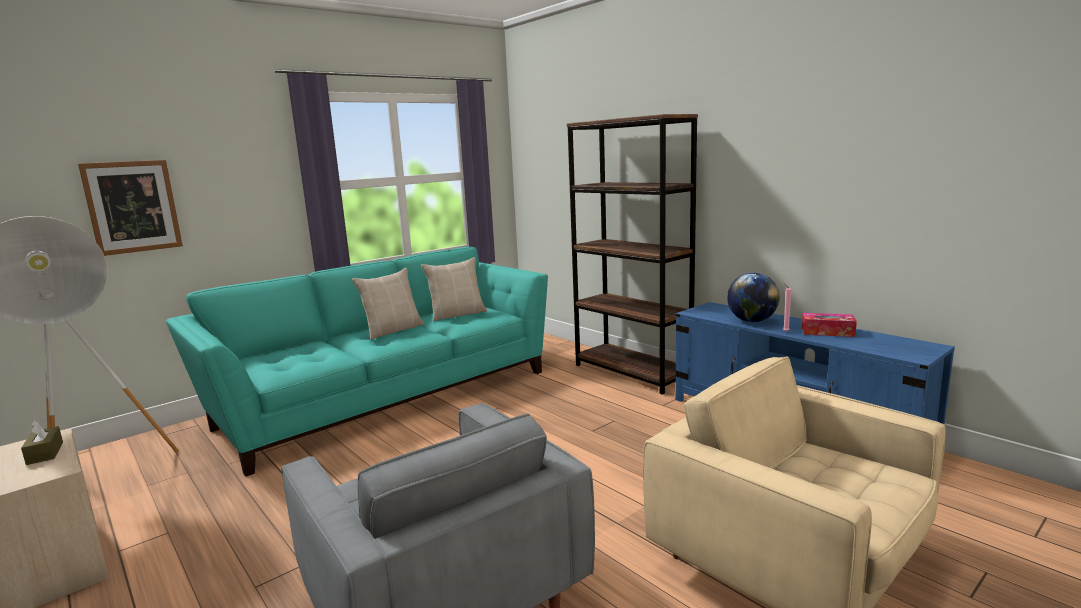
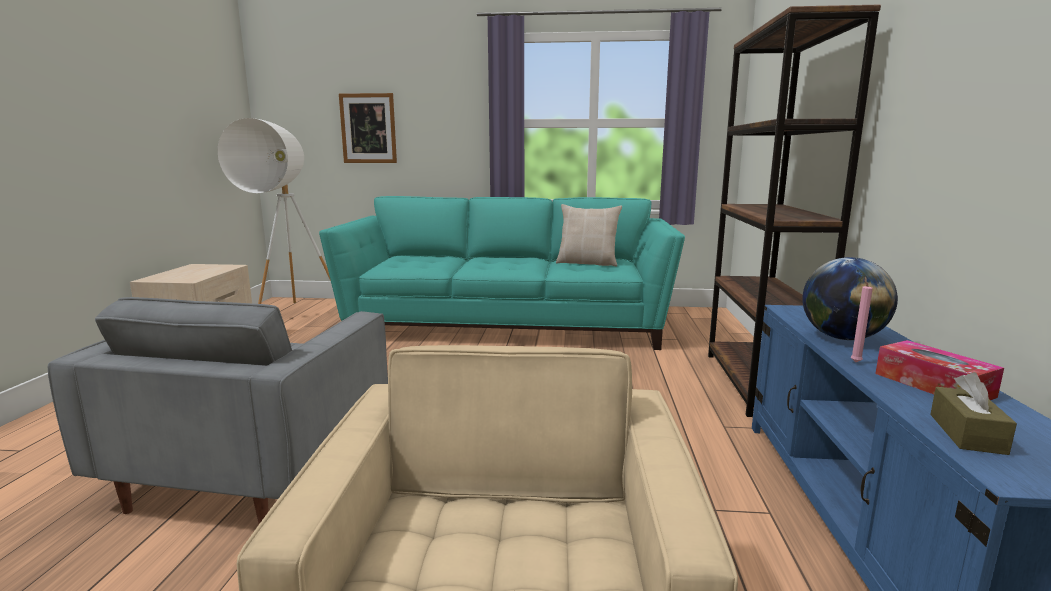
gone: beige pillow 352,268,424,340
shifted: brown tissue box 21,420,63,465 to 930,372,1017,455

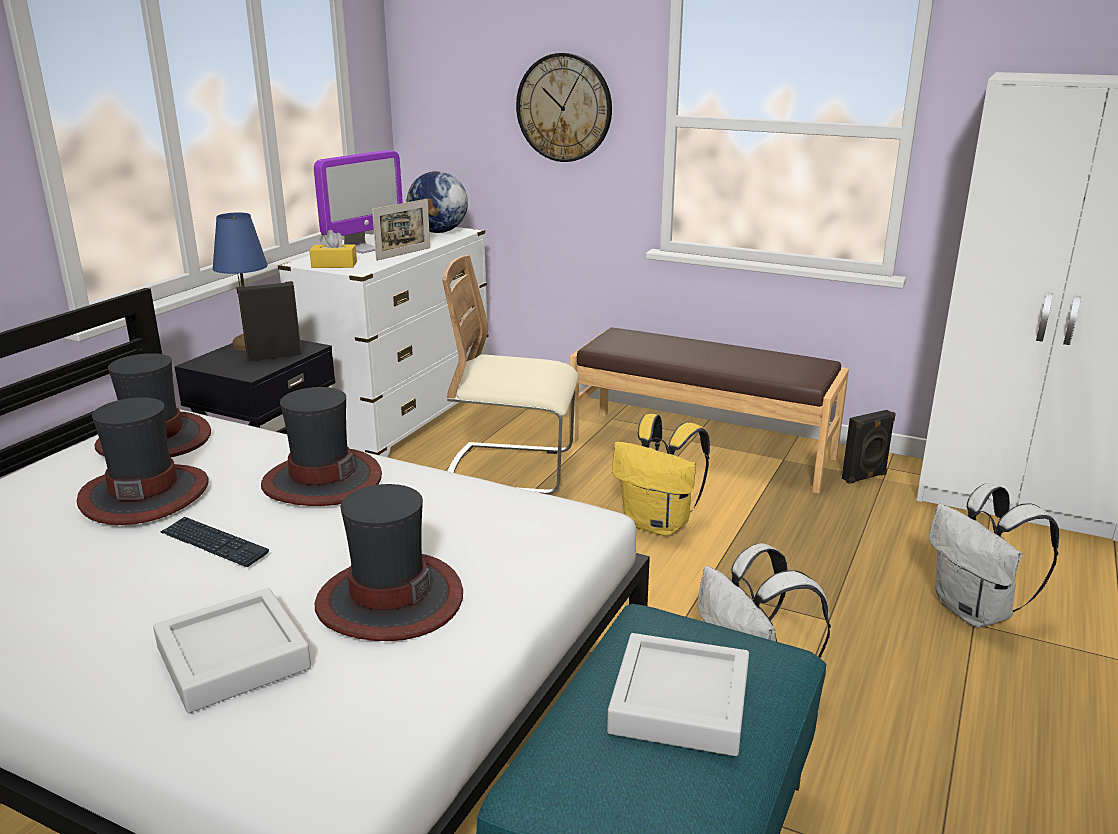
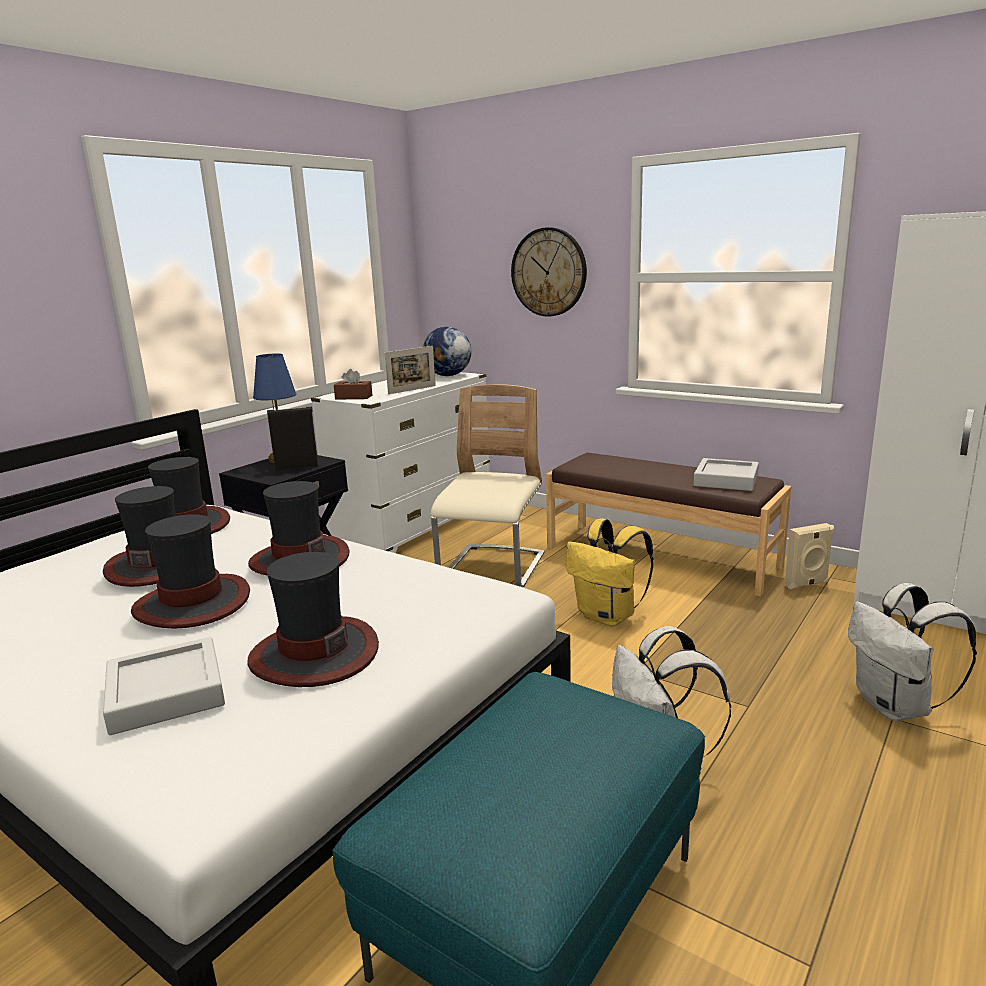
gone: monitor 314,150,403,254
shifted: grey tray 607,633,749,756 to 694,458,759,491
swapped: keyboard 161,517,269,567 to hat 131,514,250,629
repainted: yellow tissue box 309,230,357,268 to brown tissue box 334,369,372,400; black speaker 842,410,896,484 to beige speaker 784,523,834,589
rotated: beige chair 442,255,579,495 = 431,384,545,587 90 degrees clockwise

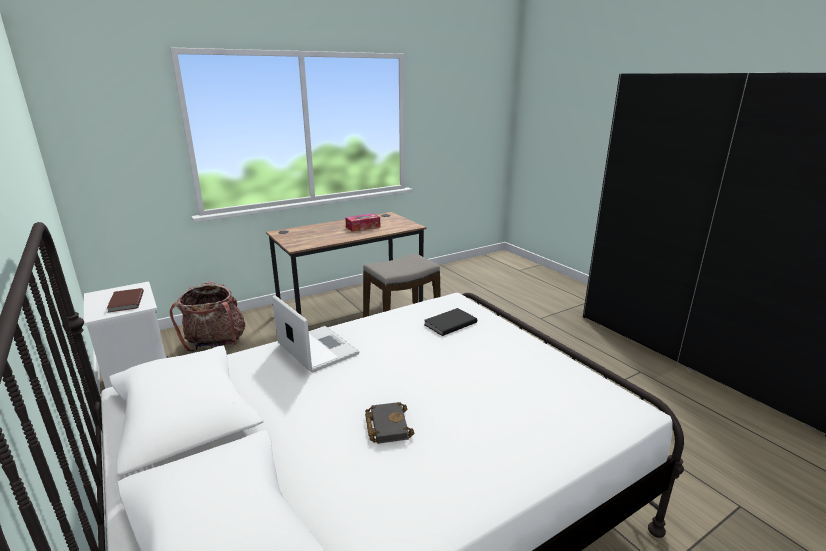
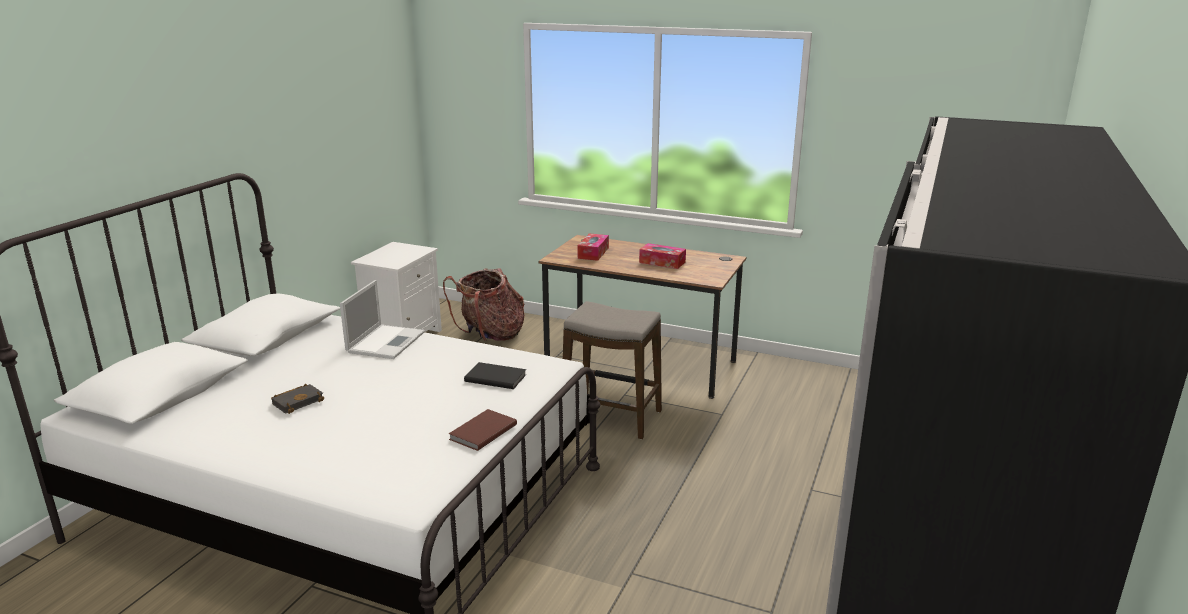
new: tissue box 578,233,609,261
shifted: brown book 107,288,144,313 to 449,409,517,451

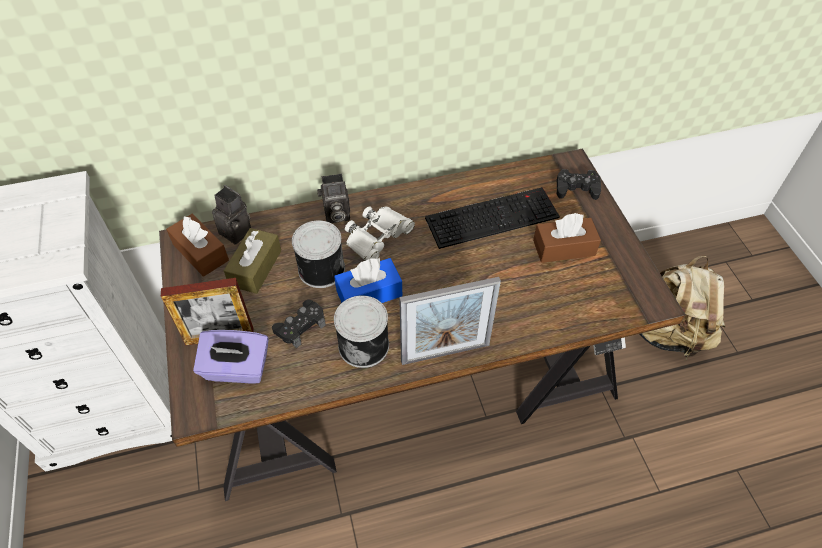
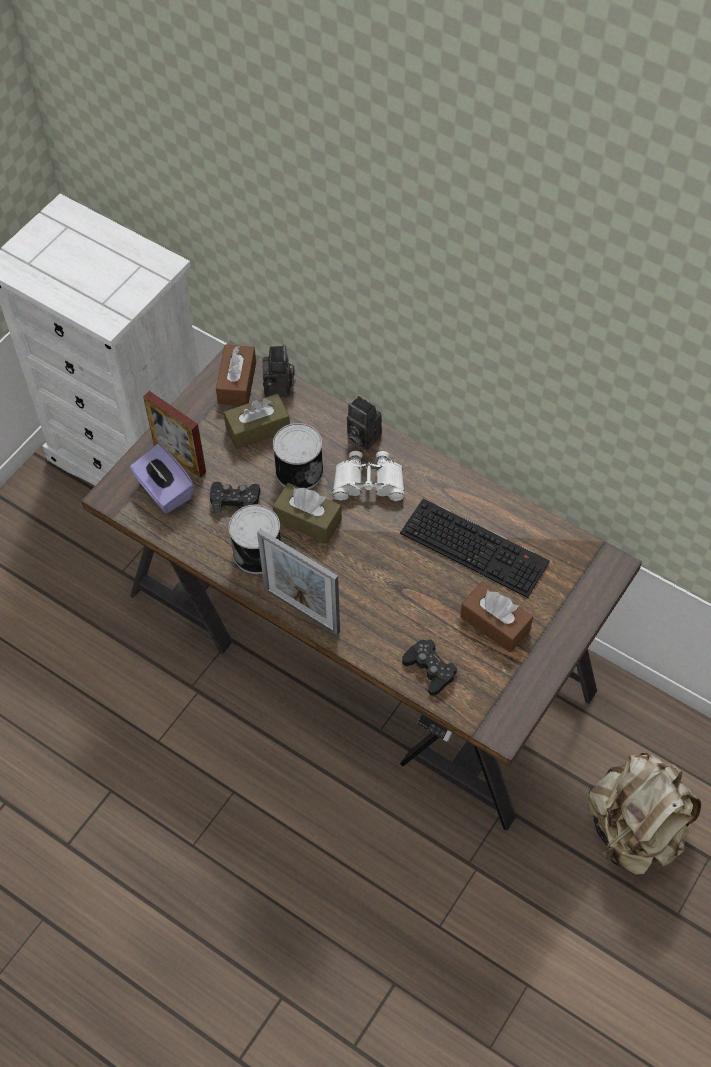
shifted: black game controller 556,169,601,200 to 402,639,457,696
repainted: blue tissue box 334,257,402,303 to brown tissue box 272,483,342,543

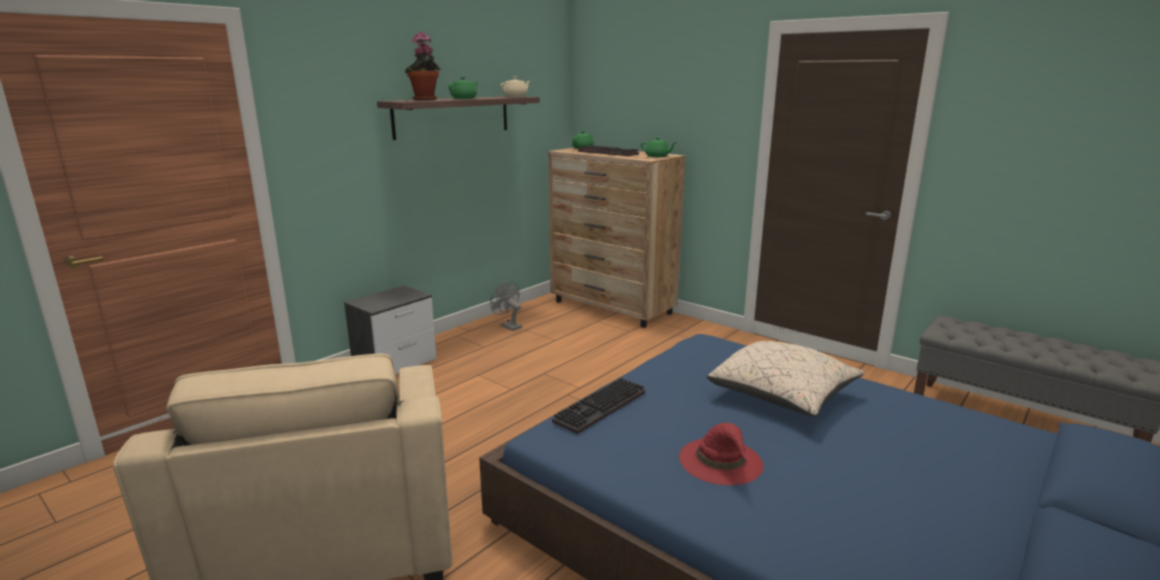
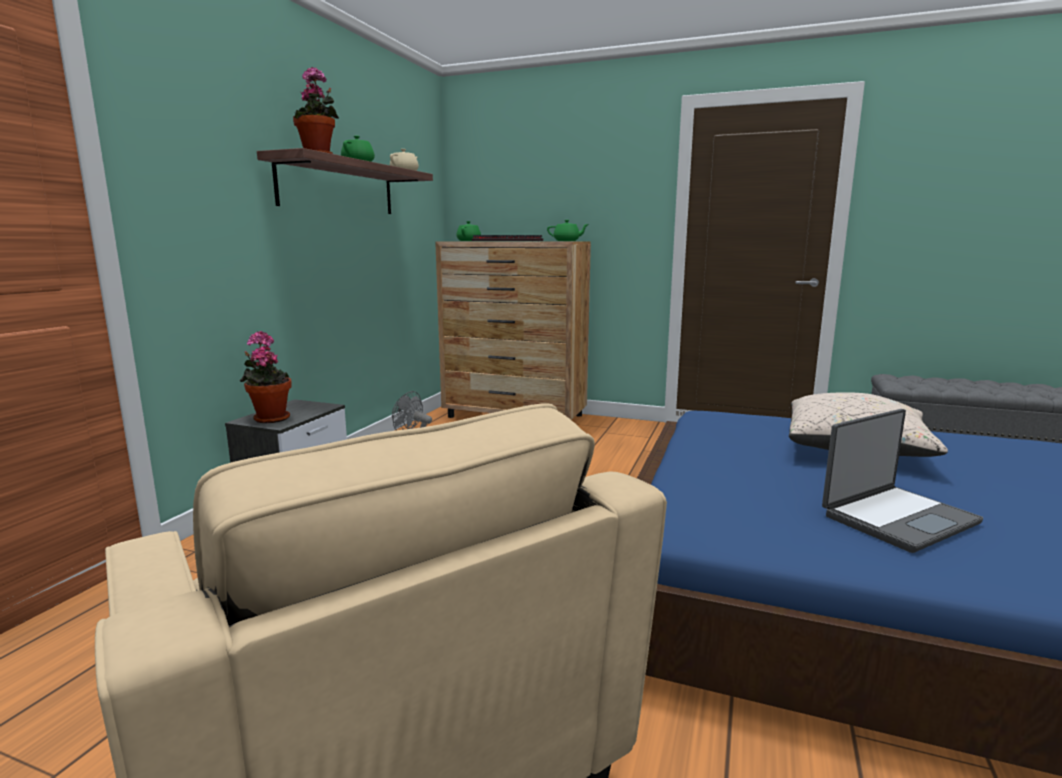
gone: keyboard 552,378,645,434
new: potted plant 240,331,292,423
swapped: red hat 679,423,763,485 to laptop 822,409,983,553

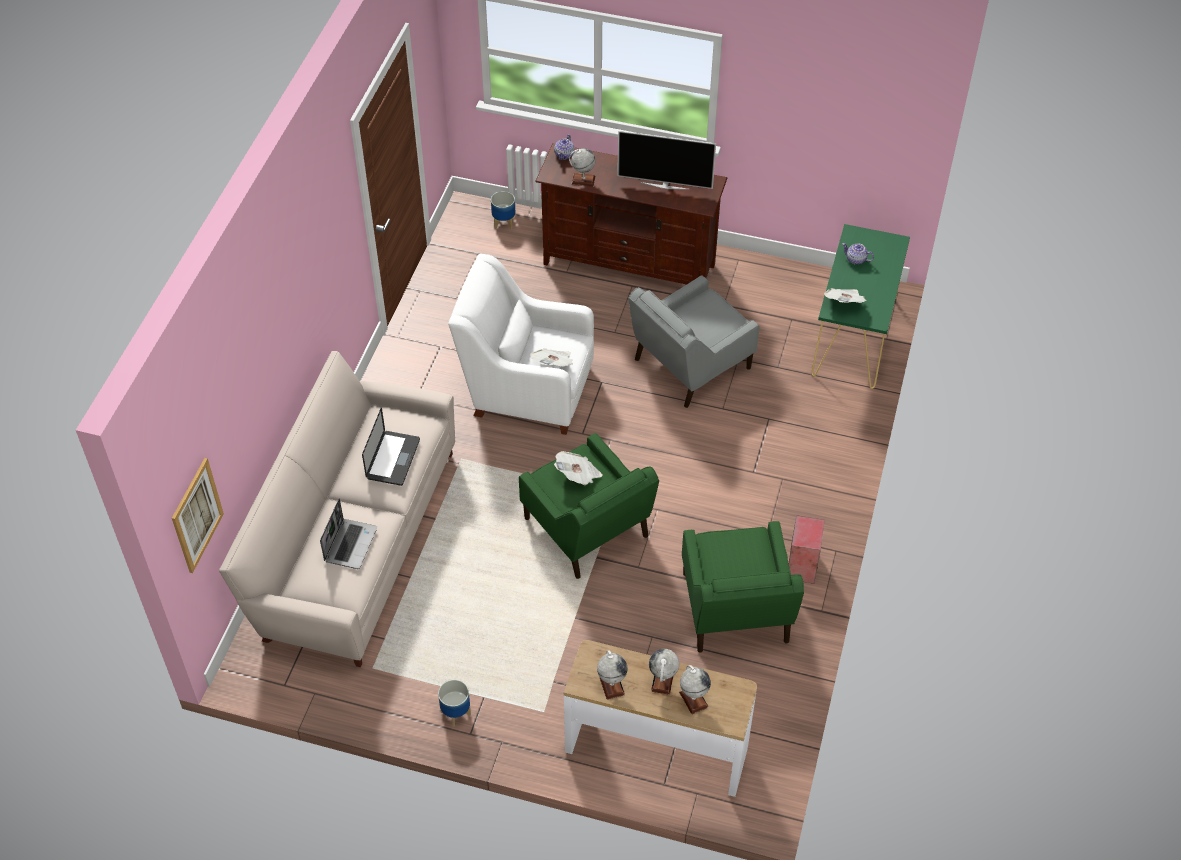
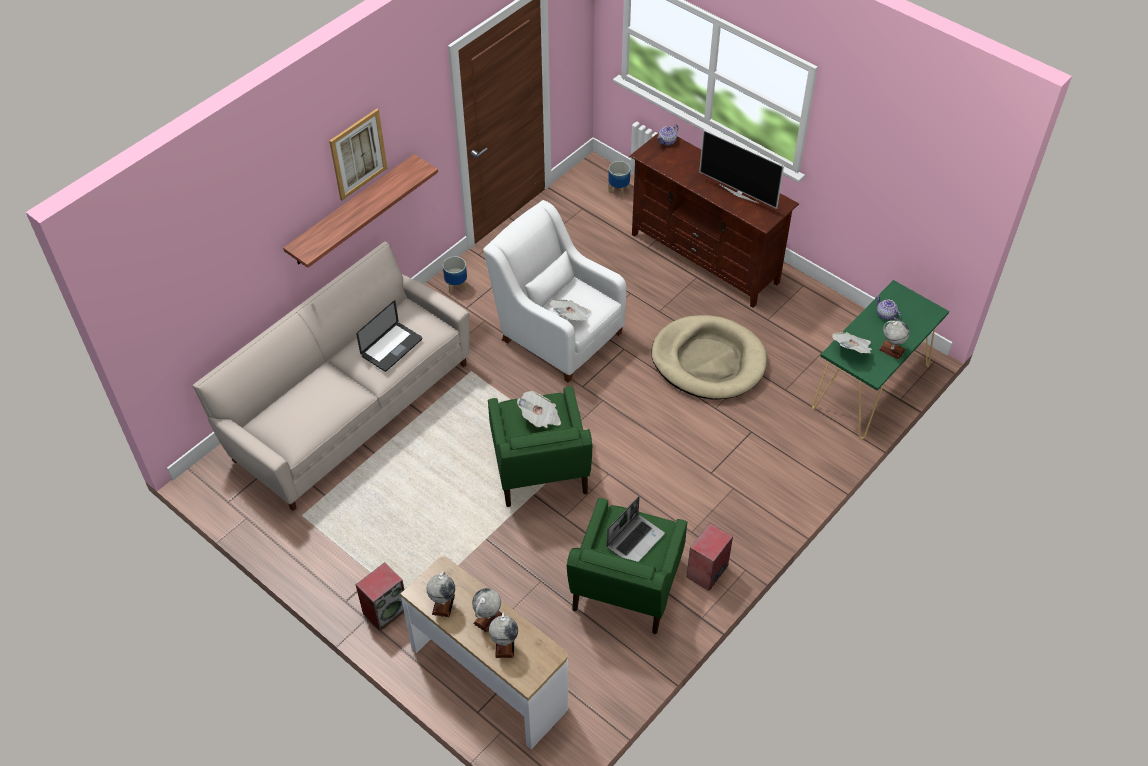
new: shelf 283,154,438,268; speaker 356,562,404,631
shifted: picture 172,458,224,573 to 329,109,387,200; laptop 320,499,377,569 to 607,496,665,562; planter 438,680,471,727 to 443,256,467,294; globe 569,148,596,187 to 879,320,910,360
swapped: grey armchair 628,276,759,408 to beige dog bed 651,315,767,399

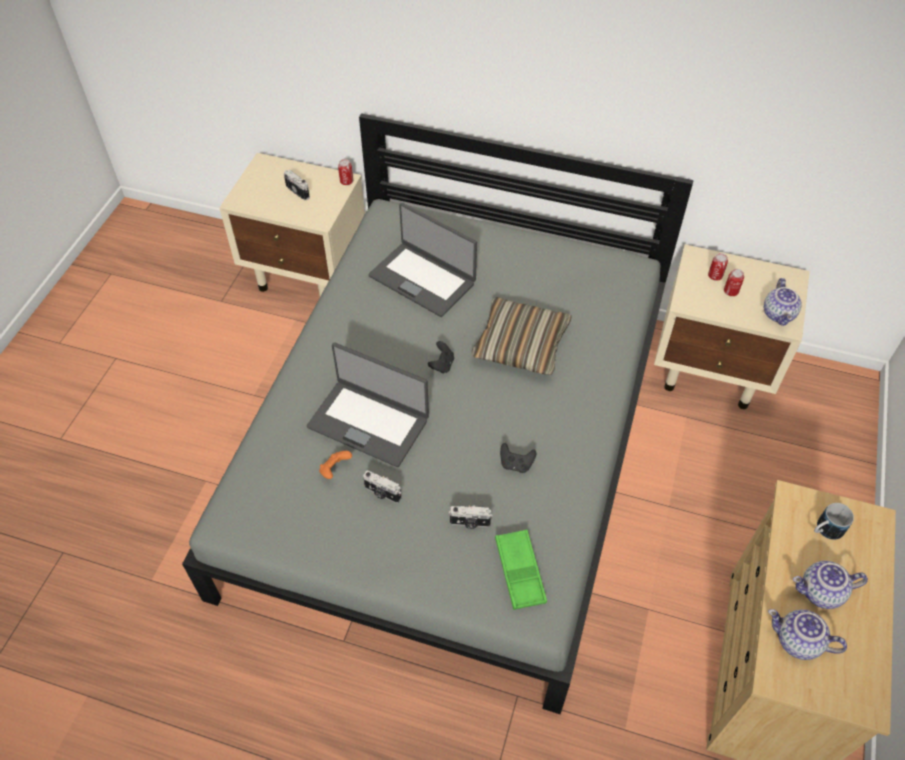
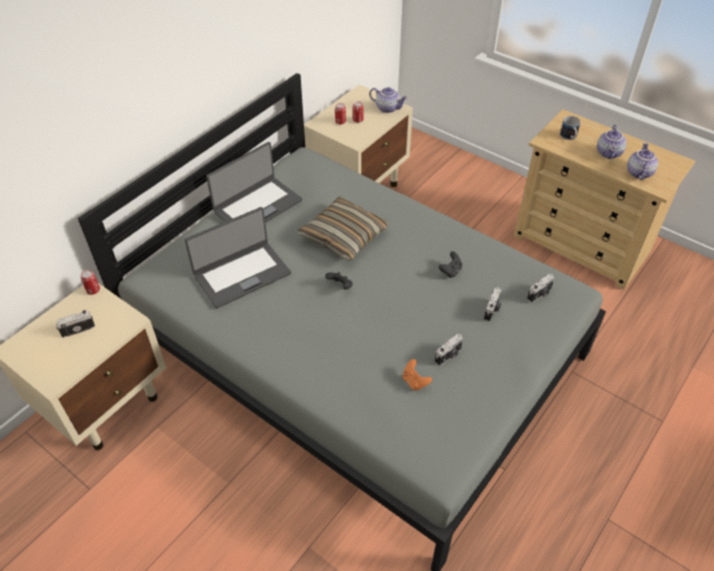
shifted: laptop 307,342,429,467 to 206,142,302,223
swapped: green tray 495,529,547,610 to photo camera 527,274,555,303
rotated: teapot 768,609,847,660 = 627,143,658,180 150 degrees clockwise

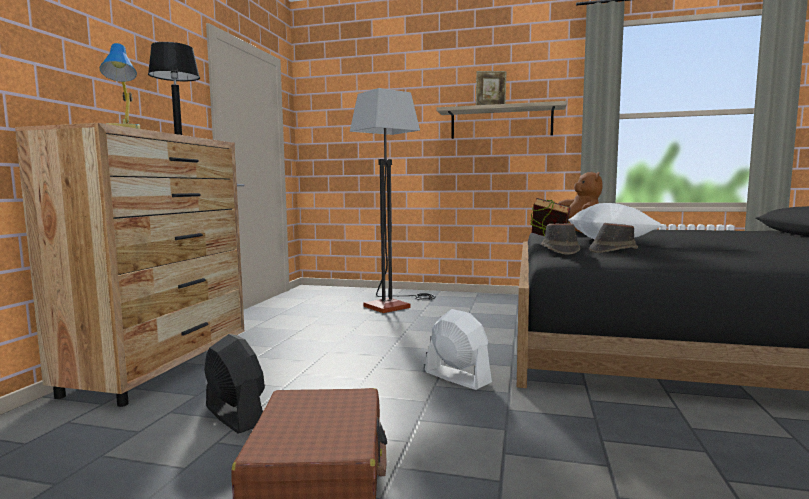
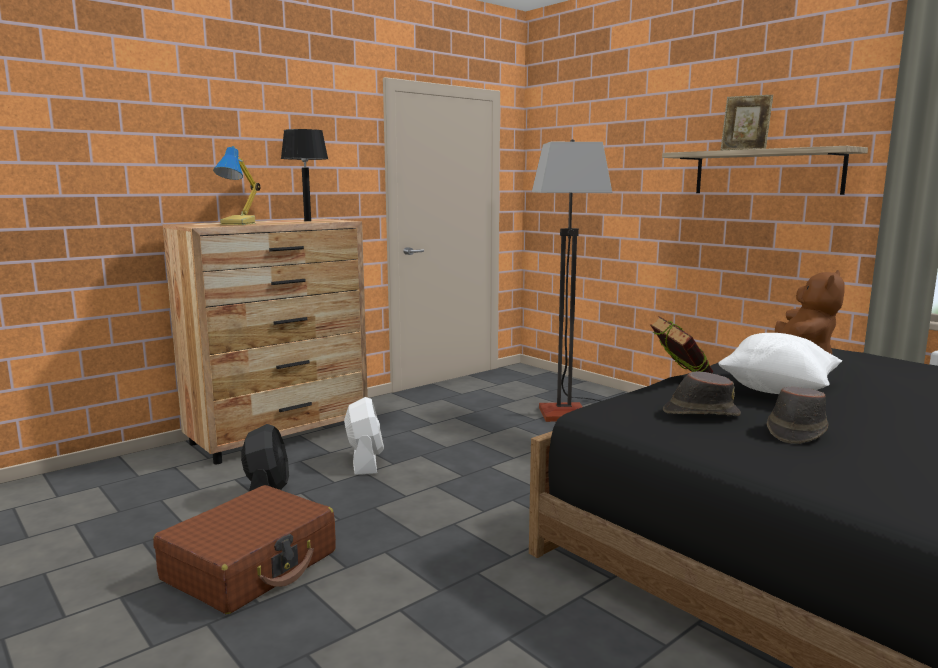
shifted: white fan 425,309,492,390 to 344,397,384,475; brown hat 541,223,580,255 to 767,387,829,444

